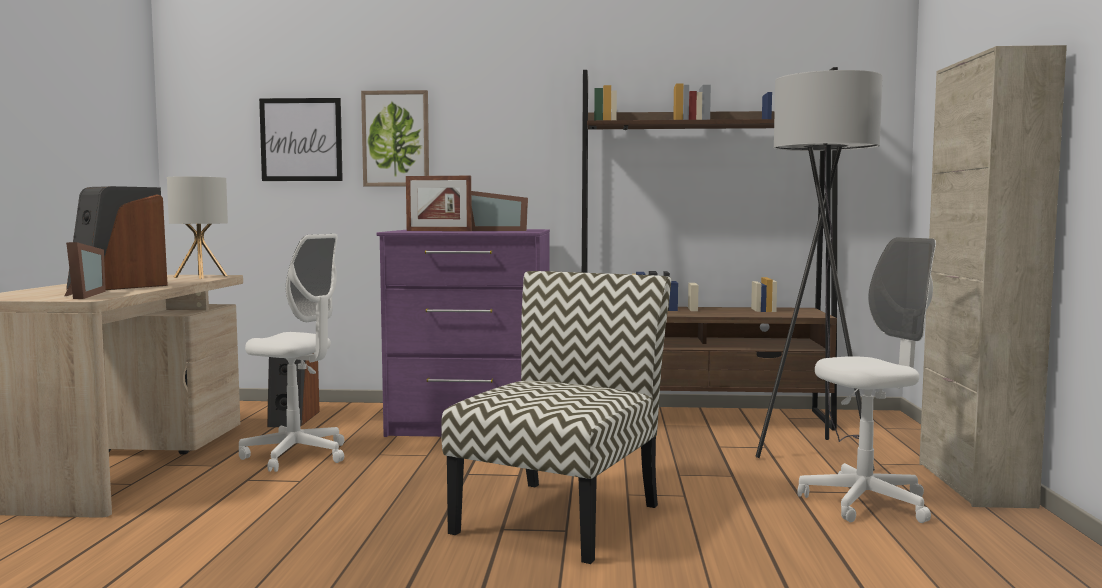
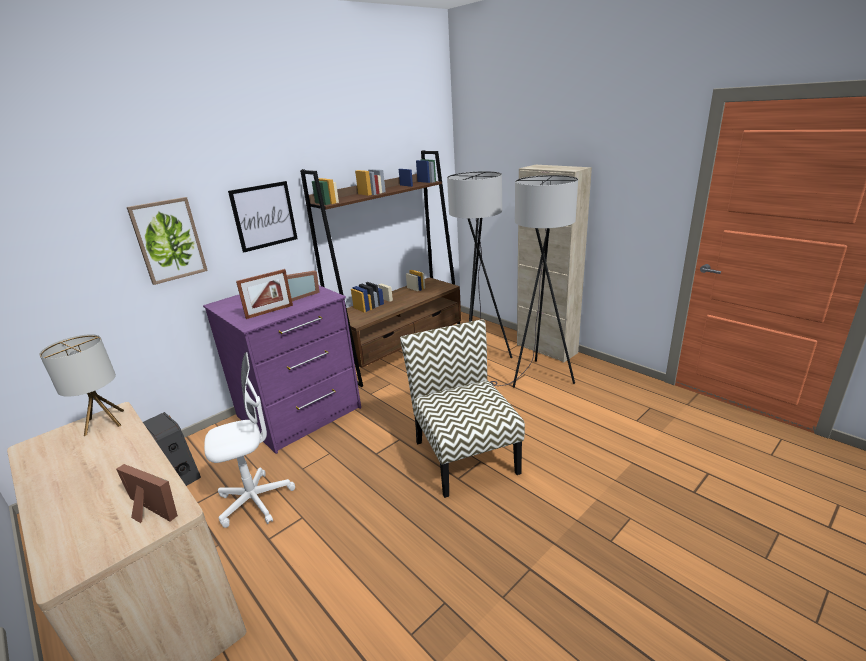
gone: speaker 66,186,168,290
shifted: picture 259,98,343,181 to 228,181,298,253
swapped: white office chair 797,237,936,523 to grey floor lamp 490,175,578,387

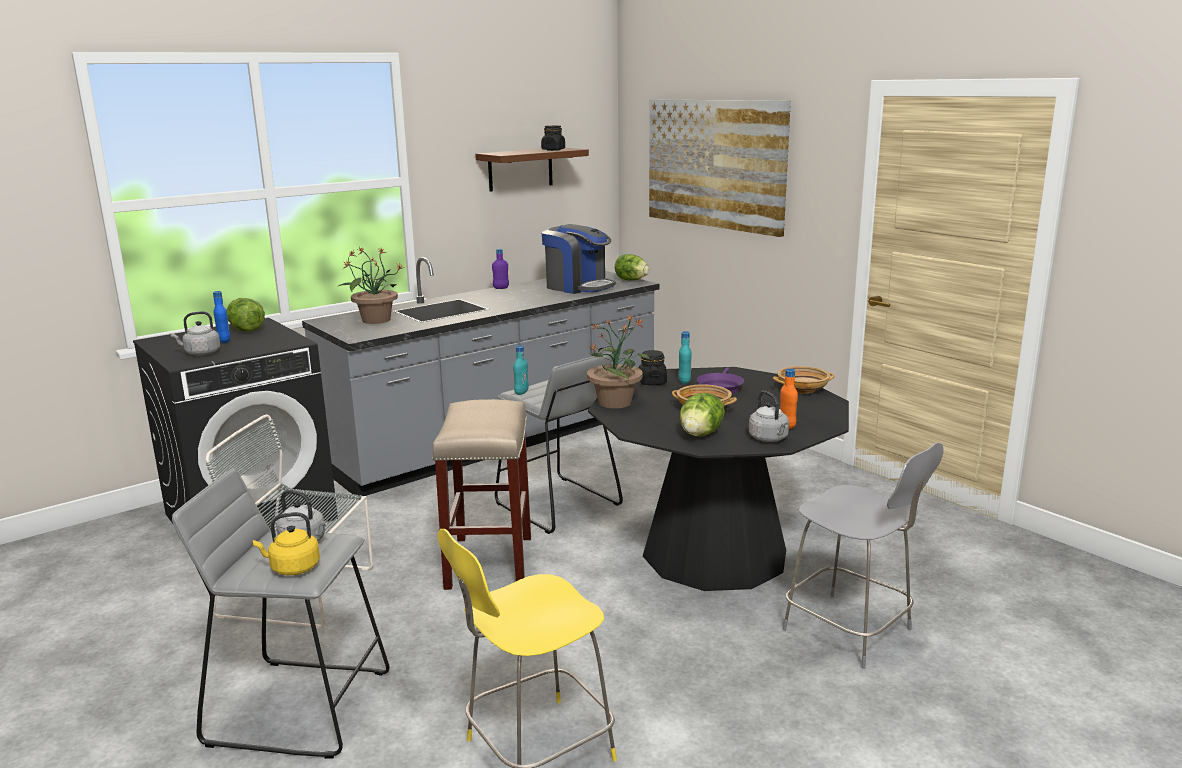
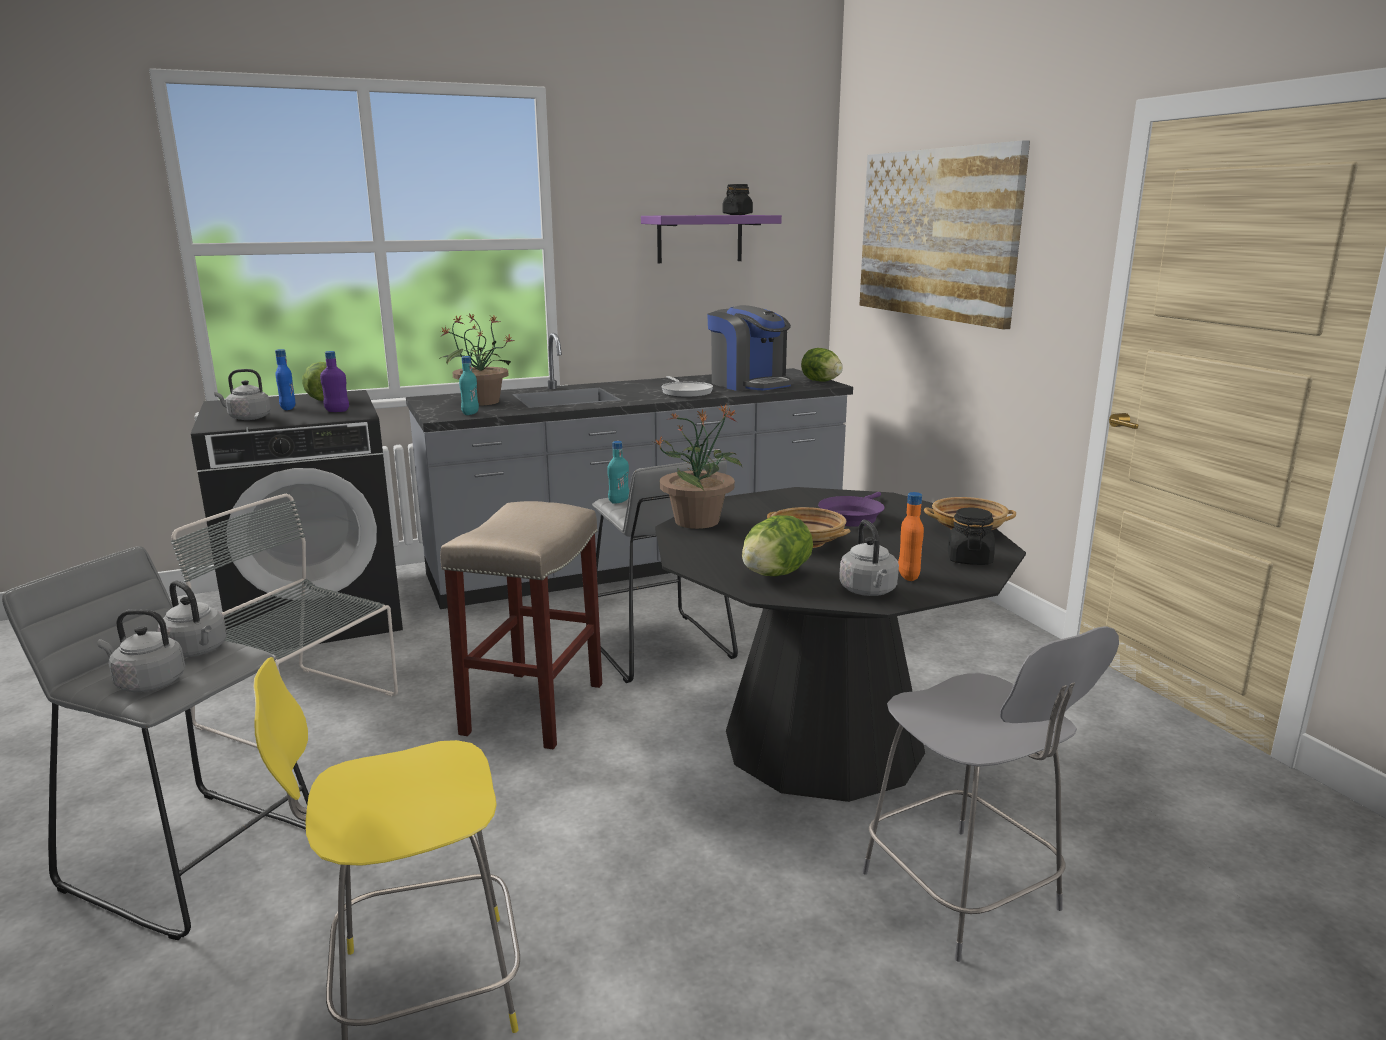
new: frying pan 661,376,713,398
shifted: purple bottle 492,249,509,289 to 320,351,349,412; black jar 639,350,667,385 to 948,508,995,565; turquoise bottle 678,331,691,384 to 459,356,479,415
repainted: yellow kettle 253,512,320,575 to grey kettle 97,609,185,692; brown shelf 475,148,589,192 to purple shelf 641,215,782,263

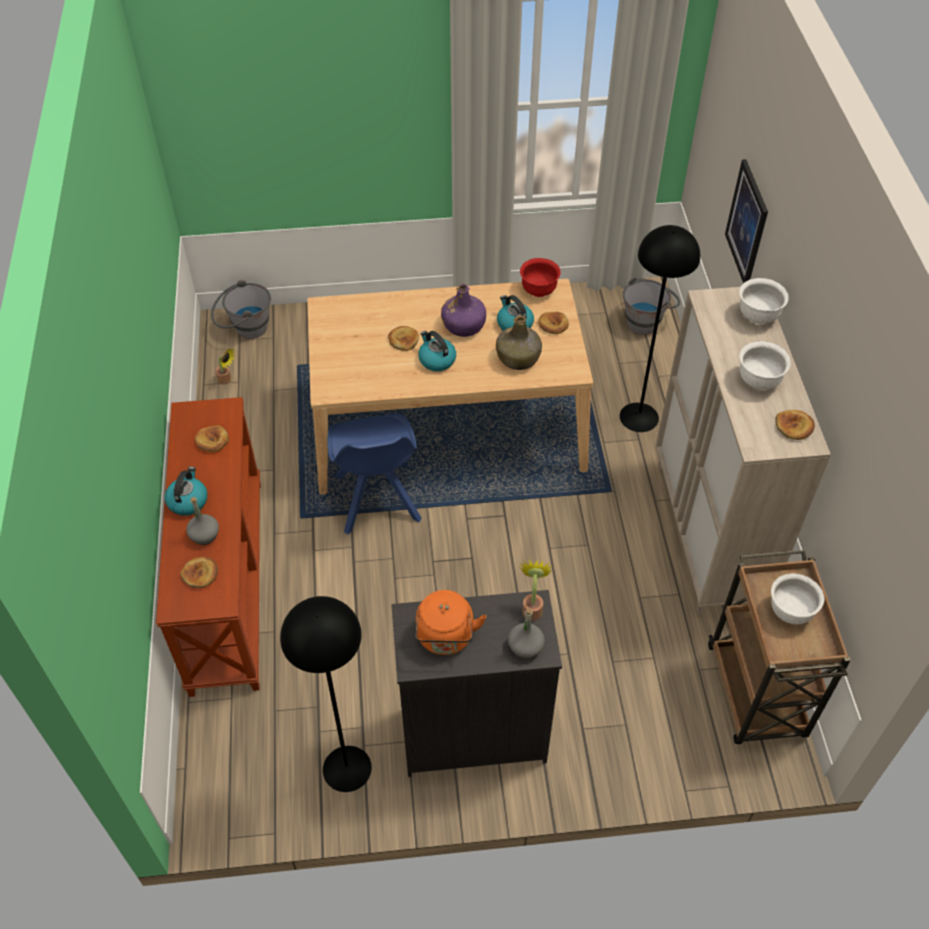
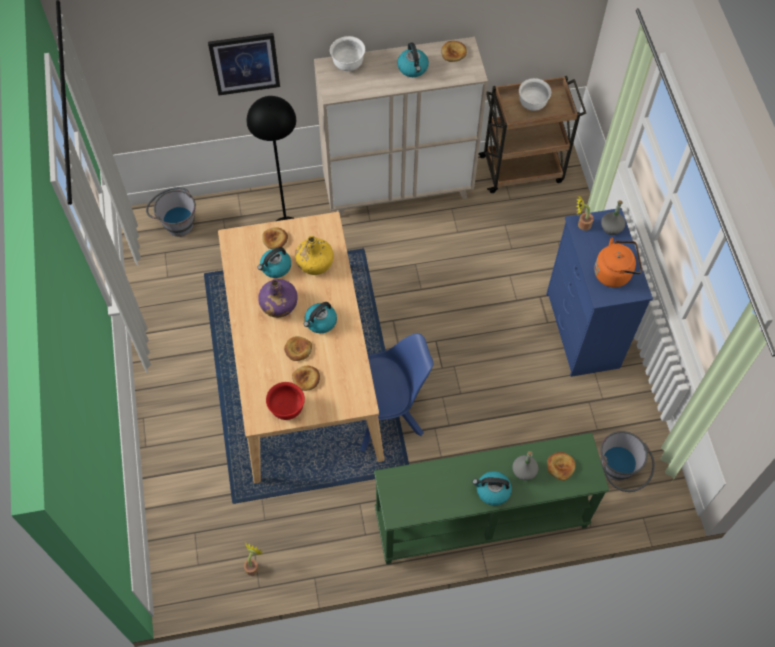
gone: black floor lamp 280,596,372,792
shifted: bread 195,425,229,452 to 292,366,320,391; grey bucket 211,280,271,339 to 600,431,655,492; red bowl 520,258,561,297 to 266,382,305,420
swapped: white bowl 739,341,791,390 to kettle 397,42,429,77
repainted: brown console table 156,397,261,697 to green console table 374,433,609,564; black dresser 391,590,562,777 to blue dresser 546,208,653,377; green bottle 496,315,542,370 to yellow bottle 295,236,334,275

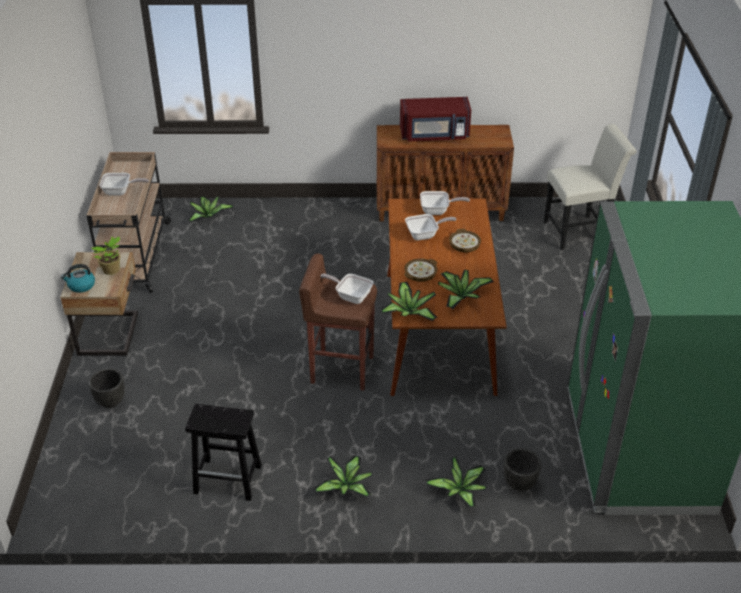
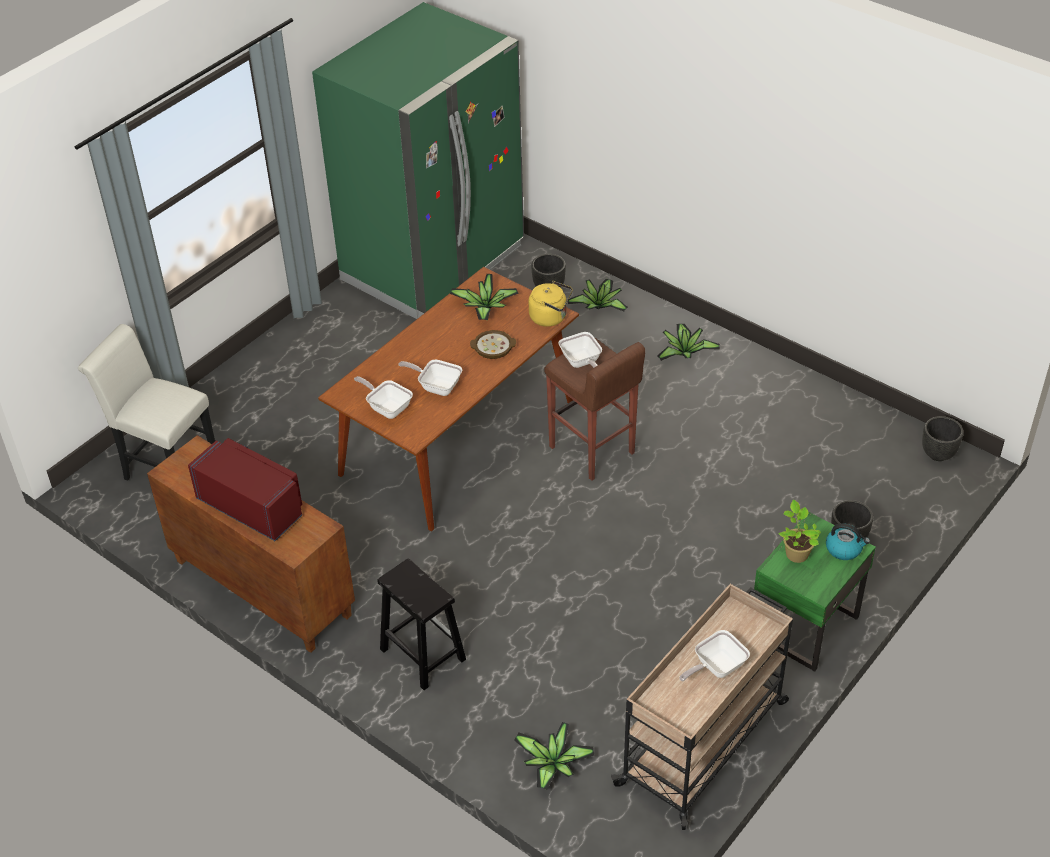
gone: bowl 449,229,481,252
new: black planter 922,416,964,461
shifted: black stool 185,404,262,501 to 377,558,466,690
swapped: potted plant 380,282,437,321 to yellow kettle 529,281,573,327
repainted: beige nightstand 60,252,138,356 to green nightstand 754,512,876,671
rotated: frying pan 100,173,149,195 = 679,630,750,681 75 degrees counterclockwise

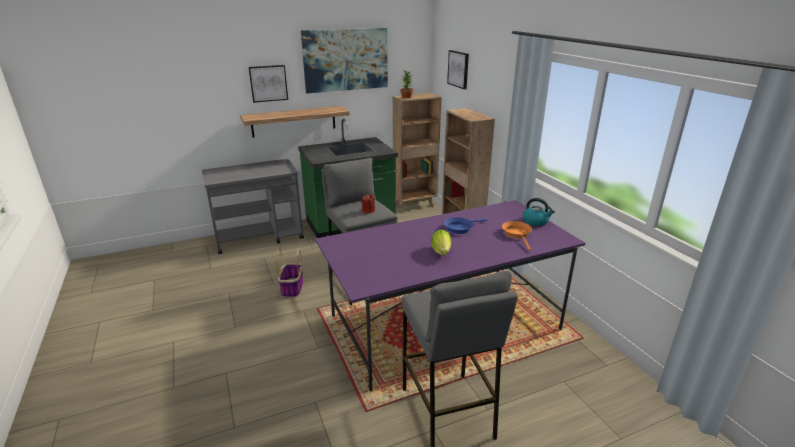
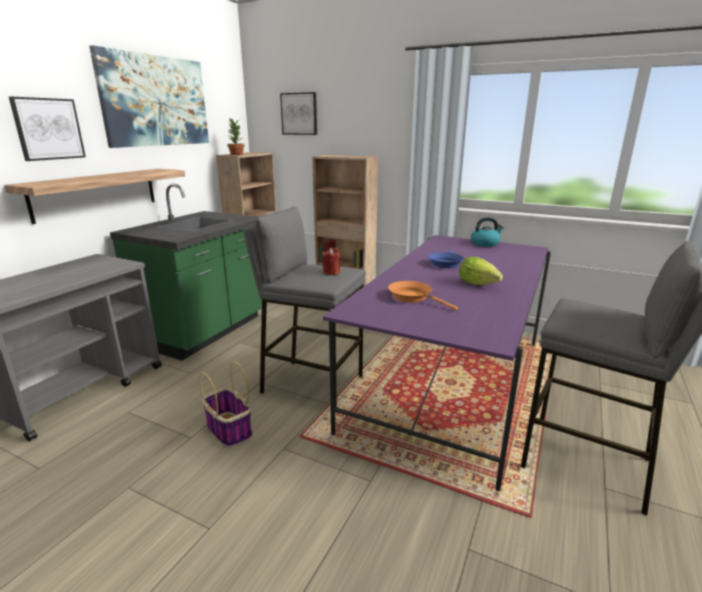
shifted: orange frying pan 502,221,532,251 to 388,281,458,310

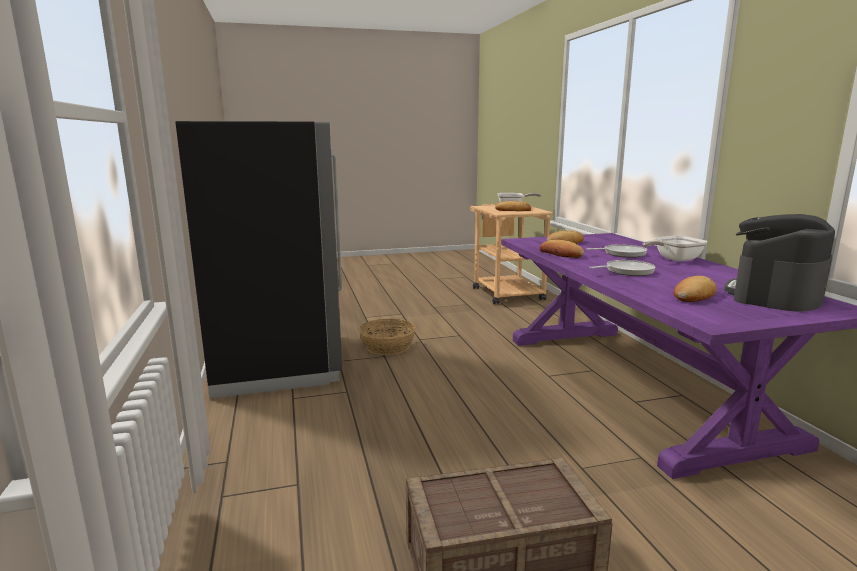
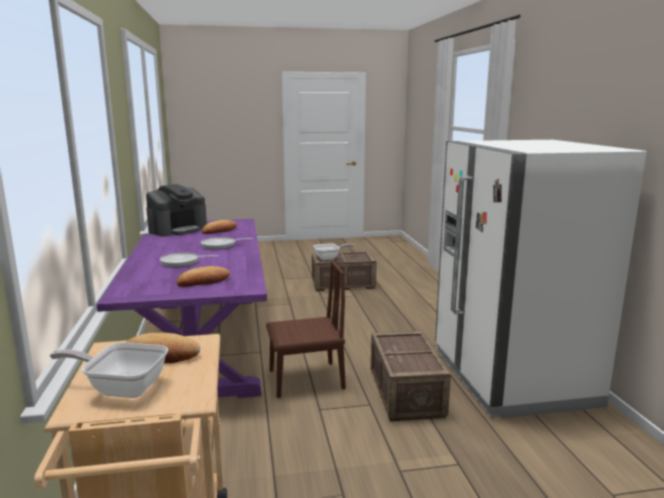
gone: bread 540,240,584,258
new: brown chair 266,260,346,398
shifted: frying pan 642,236,708,261 to 313,243,354,260
swapped: basket 359,319,416,355 to crate 371,331,451,421
repainted: black fridge 175,121,342,398 to white fridge 435,140,647,418

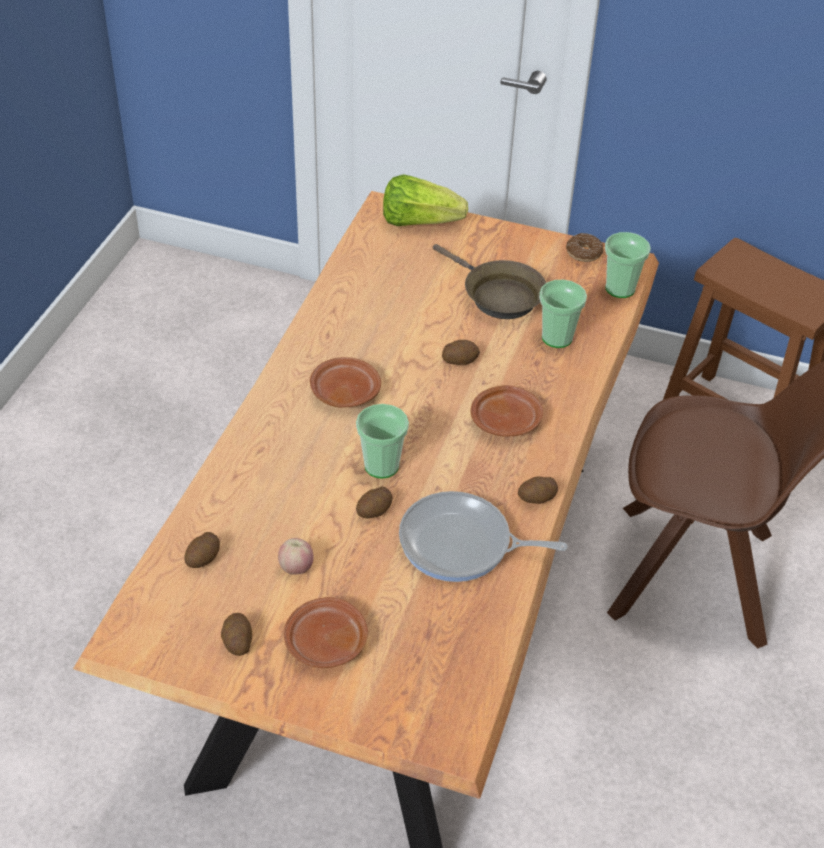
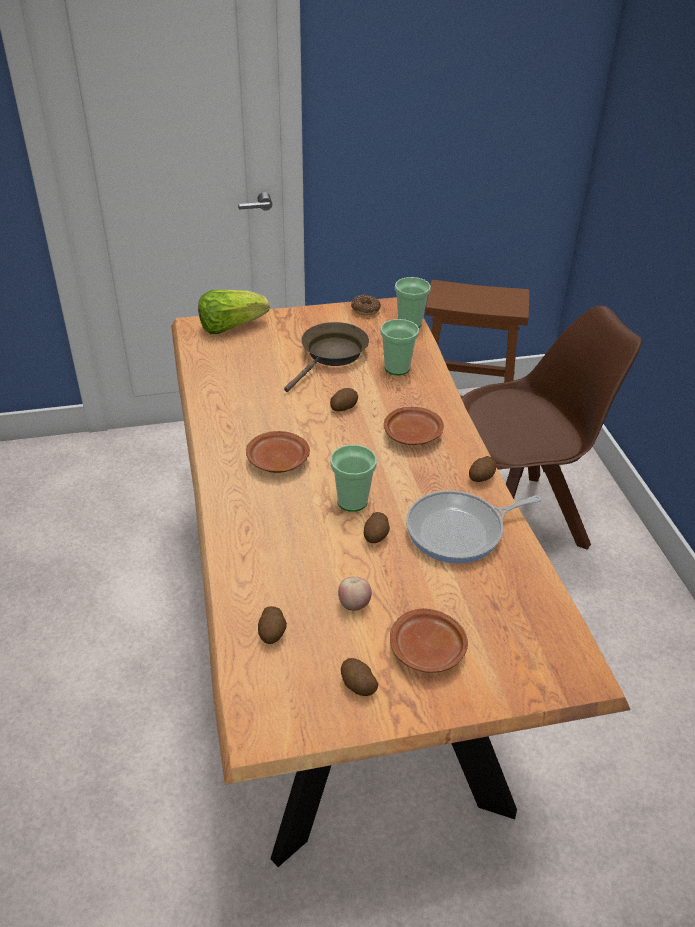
rotated: brown frying pan 433,244,546,319 = 284,322,369,392 75 degrees counterclockwise

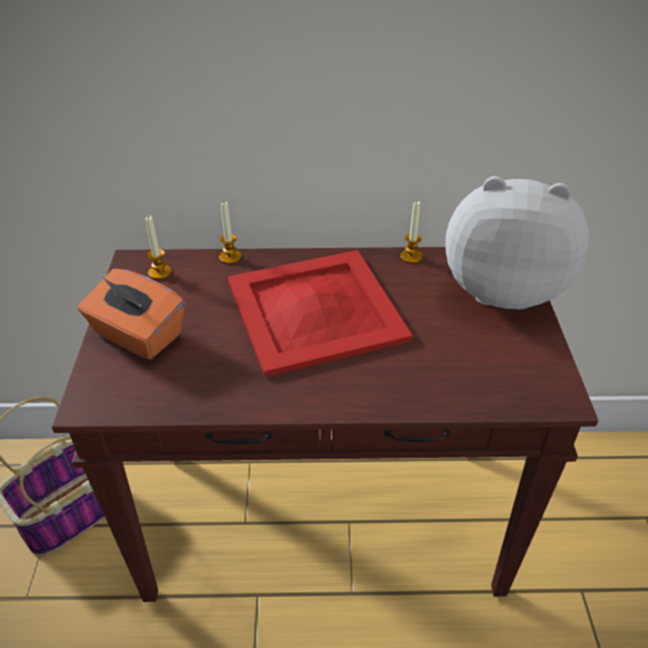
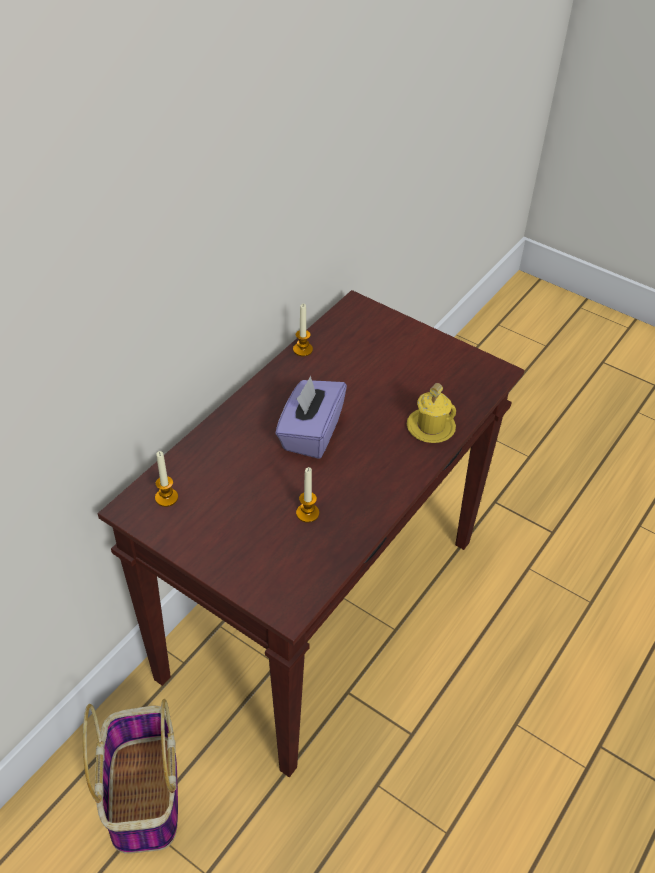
gone: orange tissue box 78,269,185,360; plush toy 445,176,589,310
new: yellow mug 407,383,456,443
shifted: candle 219,202,241,264 to 296,467,319,523
swapped: red tray 228,250,413,377 to purple tissue box 275,376,347,459

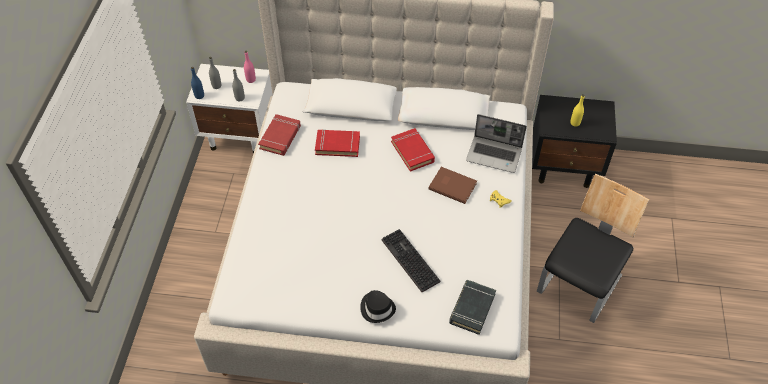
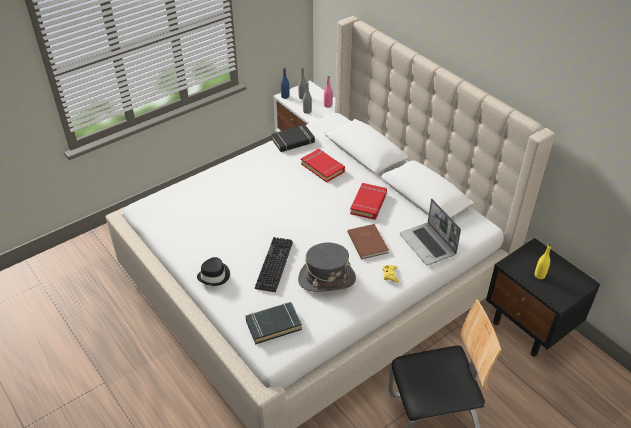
new: grey hat 298,243,356,292
repainted: red book 258,114,301,156 to black book 271,125,315,152

